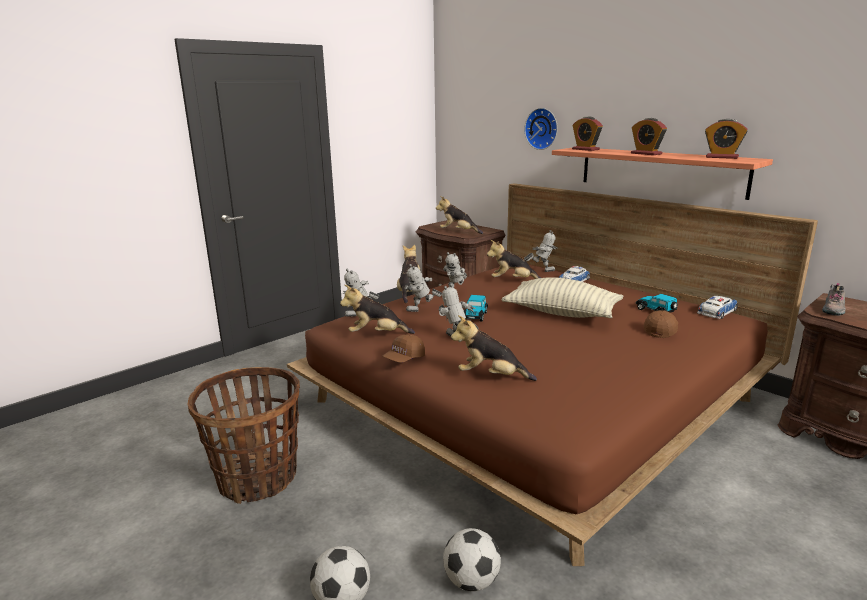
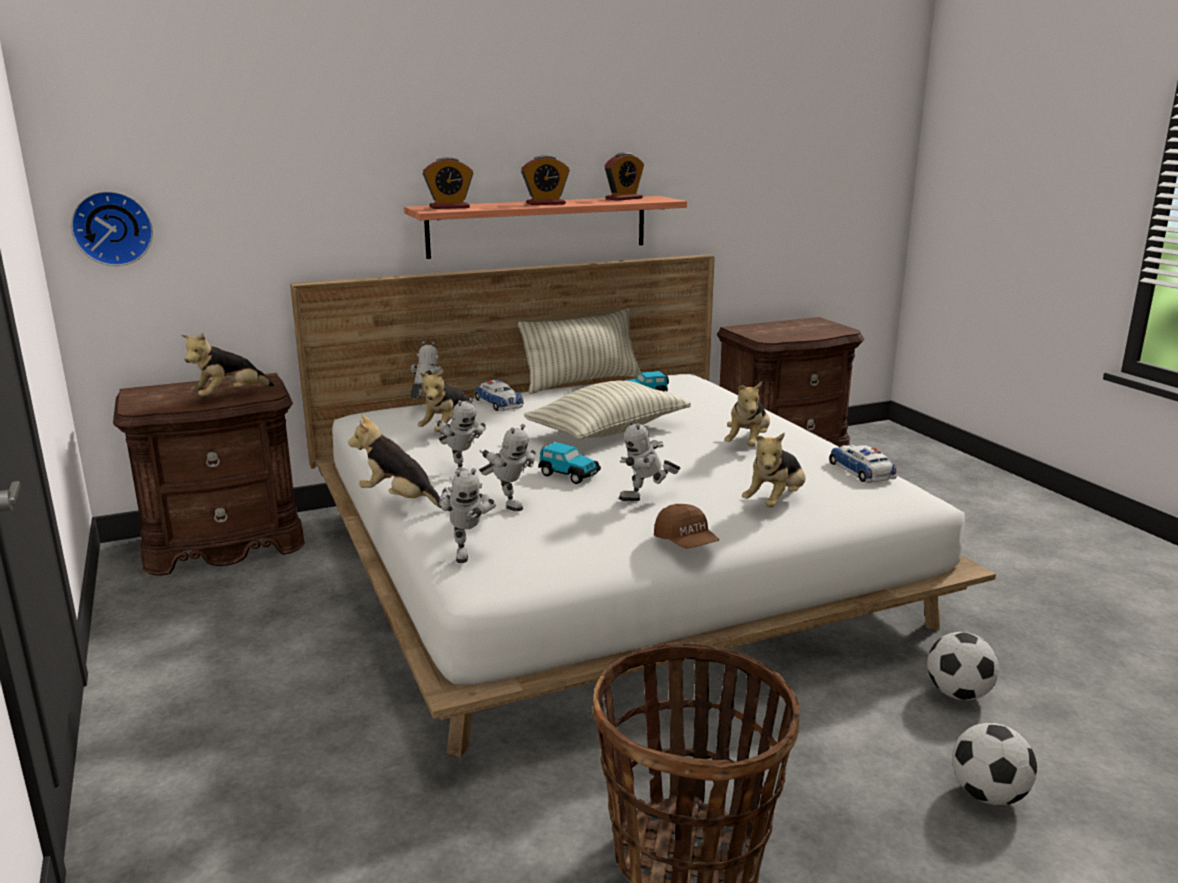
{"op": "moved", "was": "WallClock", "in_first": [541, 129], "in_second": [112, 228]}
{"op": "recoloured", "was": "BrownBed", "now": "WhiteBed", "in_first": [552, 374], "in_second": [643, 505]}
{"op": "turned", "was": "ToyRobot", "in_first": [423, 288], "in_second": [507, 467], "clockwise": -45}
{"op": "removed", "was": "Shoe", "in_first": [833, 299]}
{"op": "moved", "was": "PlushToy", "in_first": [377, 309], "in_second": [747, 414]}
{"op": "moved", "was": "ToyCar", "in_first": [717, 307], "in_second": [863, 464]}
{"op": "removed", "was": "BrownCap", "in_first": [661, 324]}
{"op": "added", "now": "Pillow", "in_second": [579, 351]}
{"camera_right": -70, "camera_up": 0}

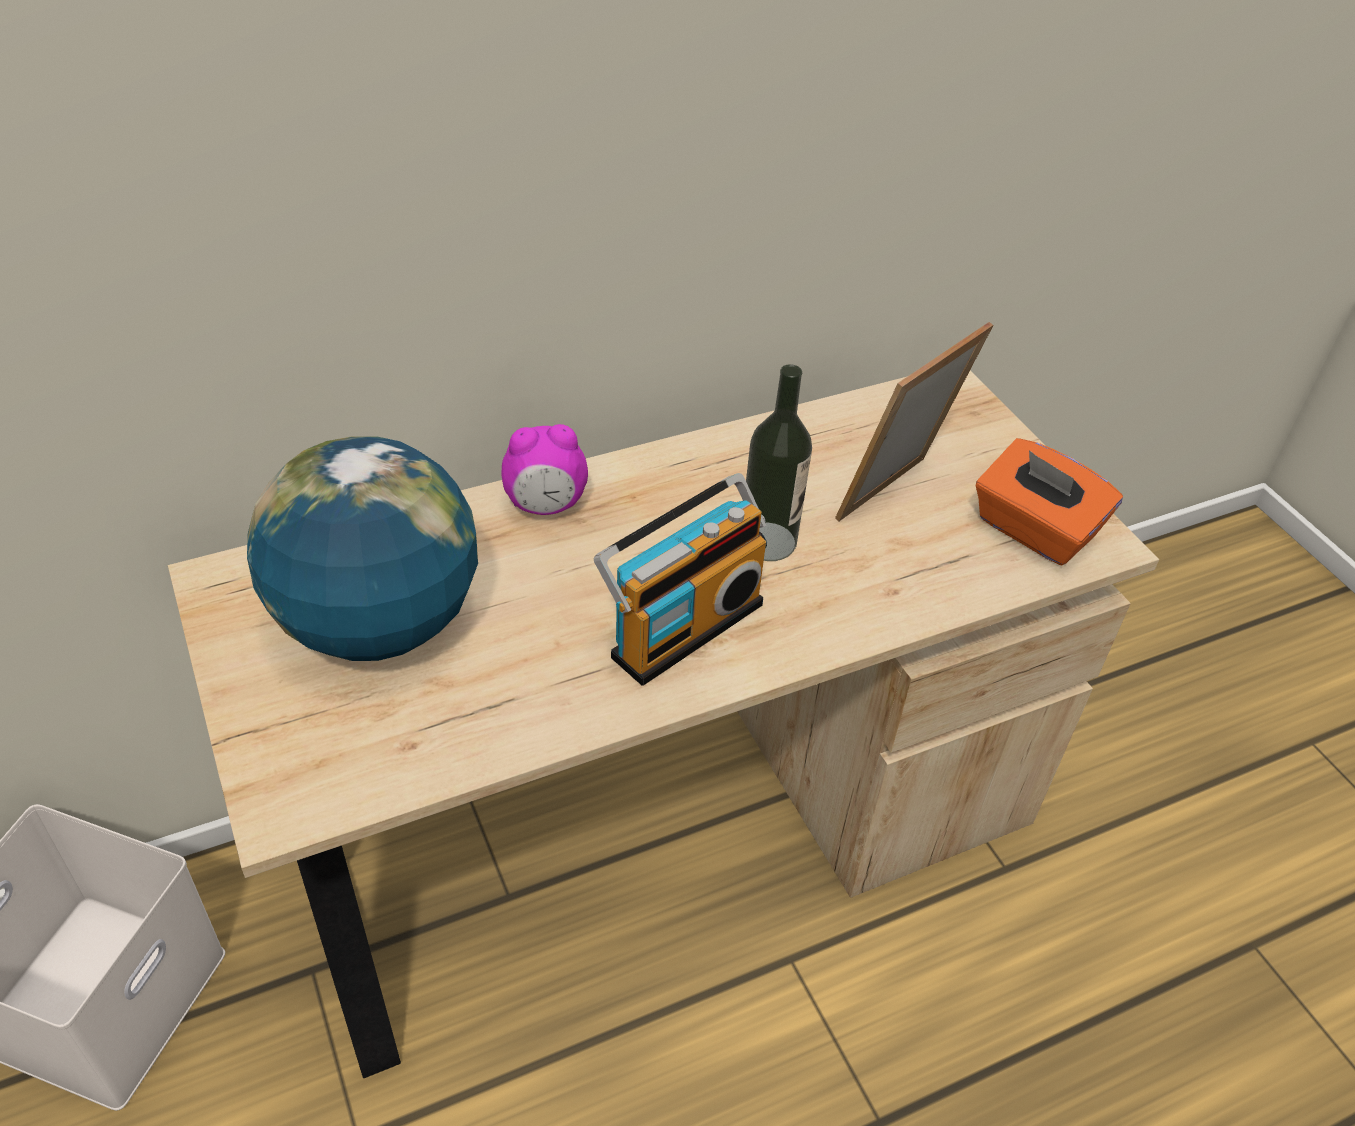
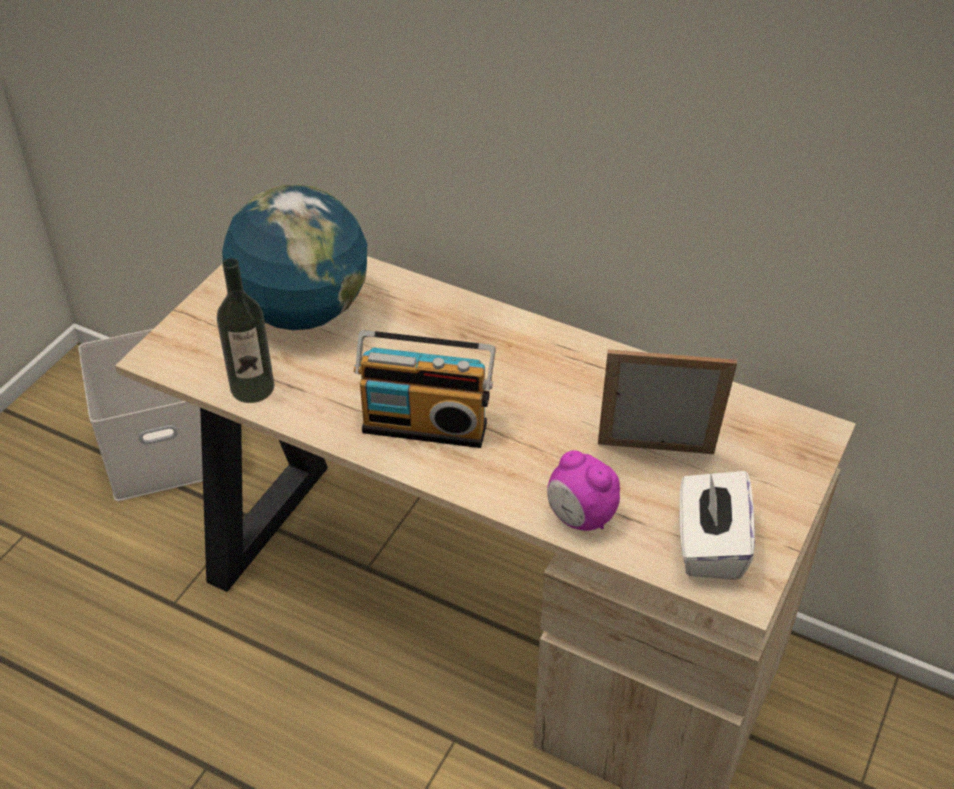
{"op": "moved", "was": "Bottle", "in_first": [779, 462], "in_second": [245, 330]}
{"op": "moved", "was": "AlarmClock", "in_first": [544, 469], "in_second": [583, 490]}
{"op": "recoloured", "was": "OrangeTissueBox", "now": "WhiteTissueBox", "in_first": [1049, 501], "in_second": [717, 525]}
{"camera_right": 55, "camera_up": 0}

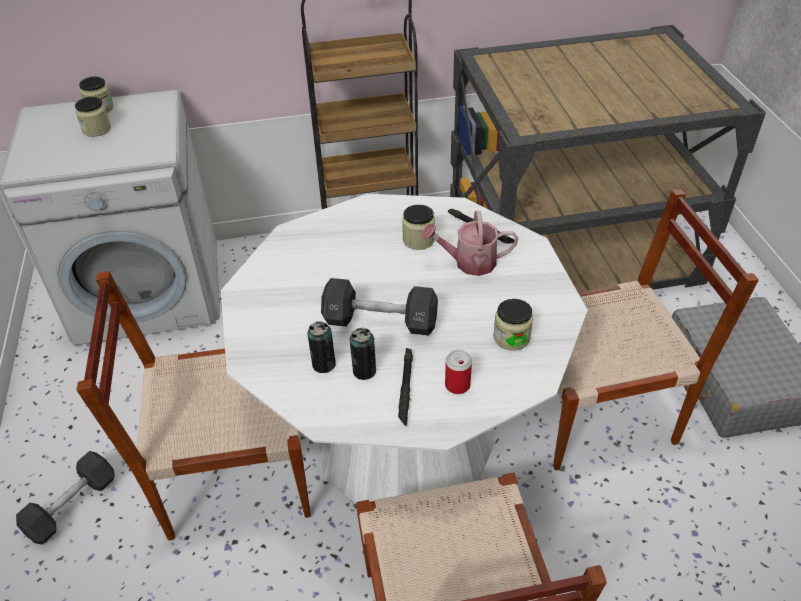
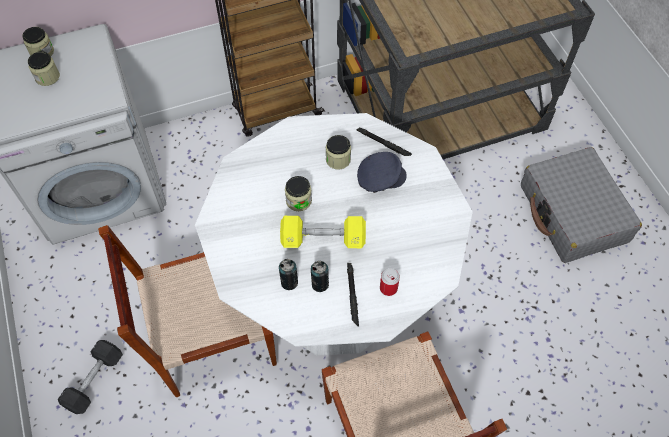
{"op": "removed", "was": "Chair", "in_first": [656, 329]}
{"op": "replaced", "was": "WateringCan", "now": "GreyCap", "in_first": [469, 243], "in_second": [382, 172]}
{"op": "recoloured", "was": "BlackDumbbell", "now": "YellowDumbbell", "in_first": [379, 307], "in_second": [323, 232]}
{"op": "moved", "was": "Jar", "in_first": [513, 324], "in_second": [298, 193]}
{"camera_right": -10, "camera_up": 15}

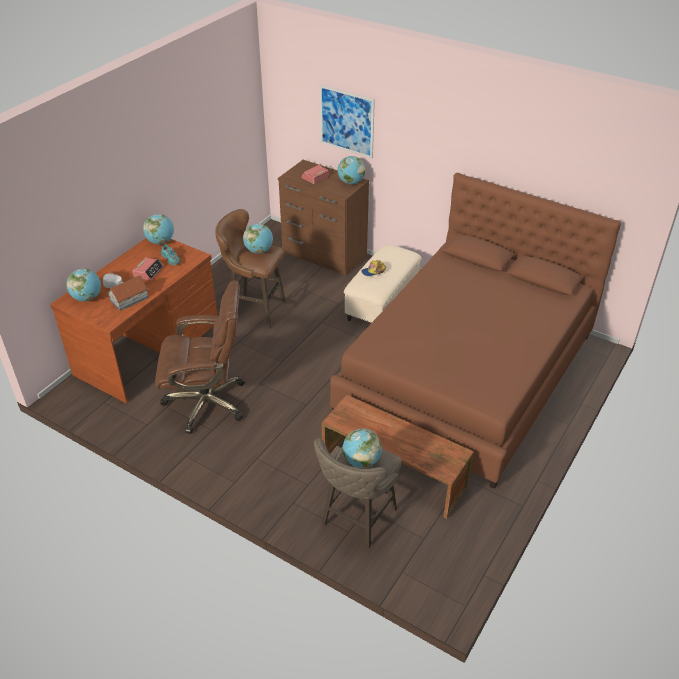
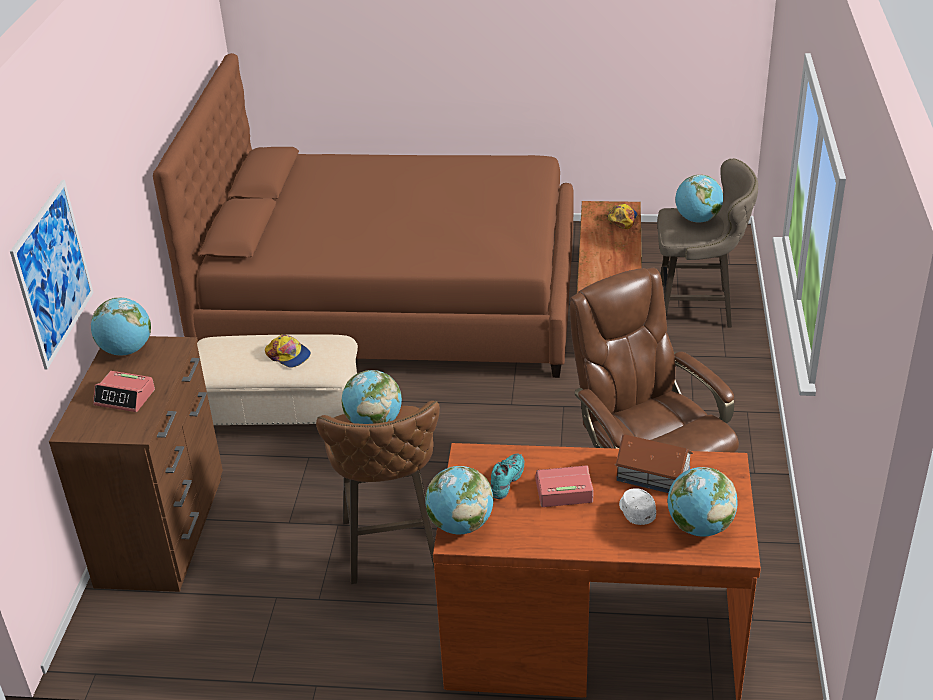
{"op": "added", "now": "Cap", "in_second": [622, 216]}
{"camera_right": -115, "camera_up": -5}

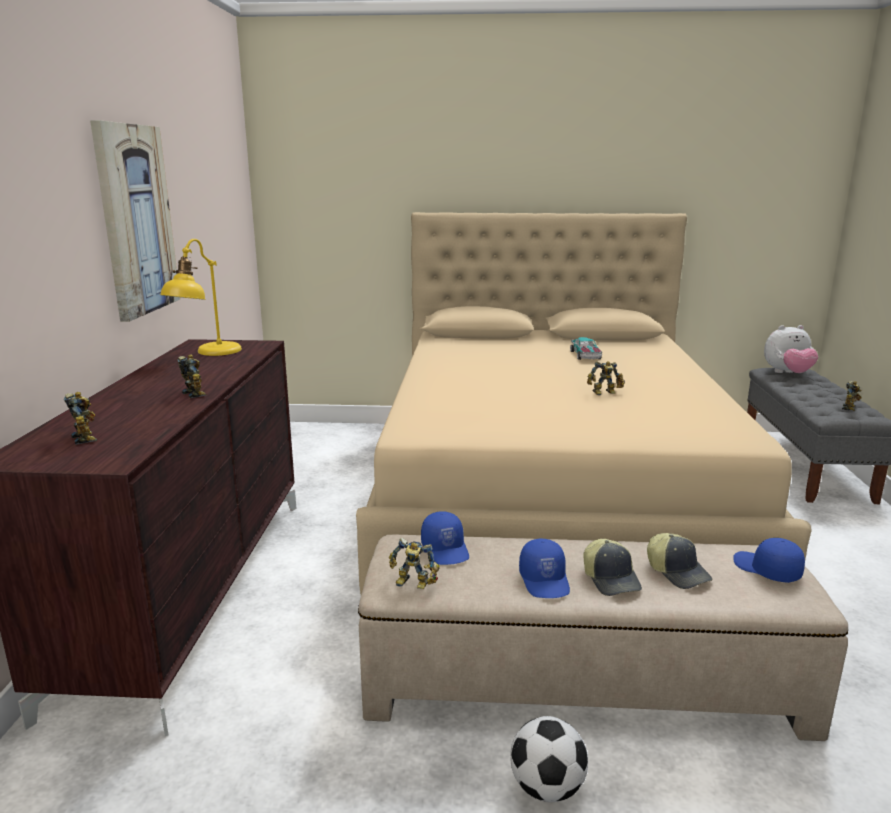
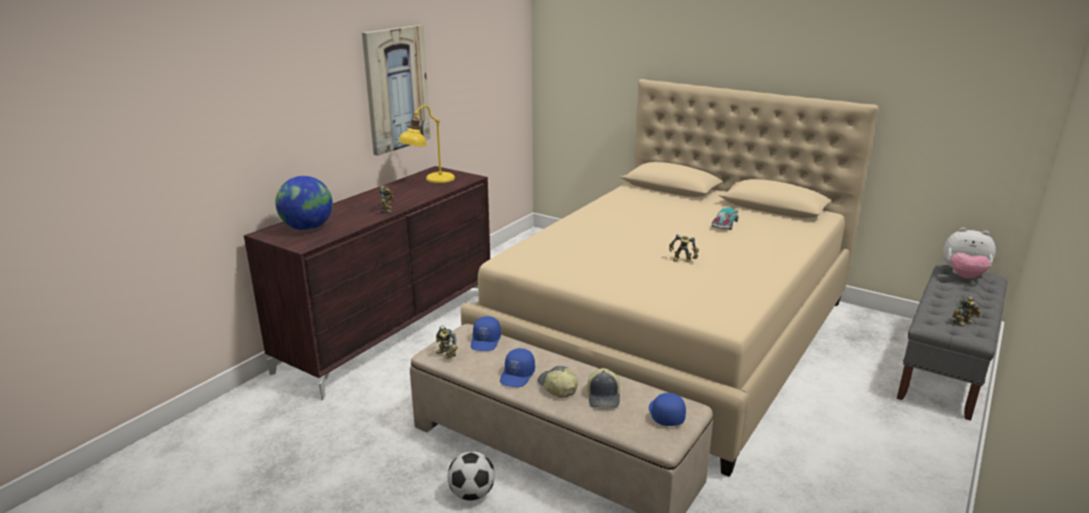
{"op": "replaced", "was": "ToyRobot", "now": "Globe", "in_first": [80, 418], "in_second": [304, 203]}
{"op": "turned", "was": "Cap", "in_first": [612, 567], "in_second": [558, 382], "clockwise": 135}
{"camera_right": 30, "camera_up": 5}

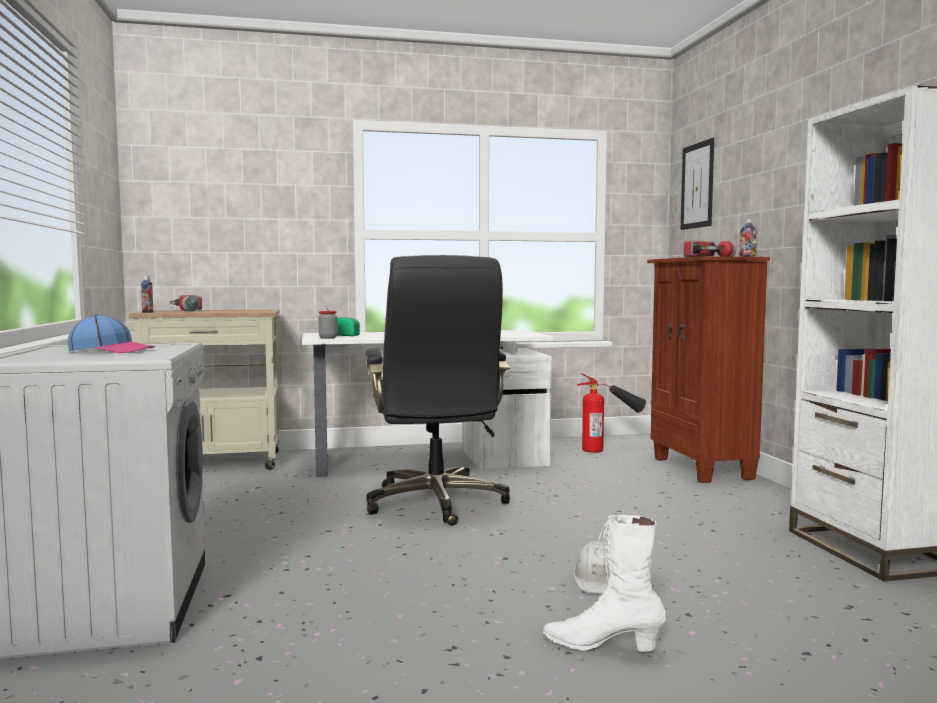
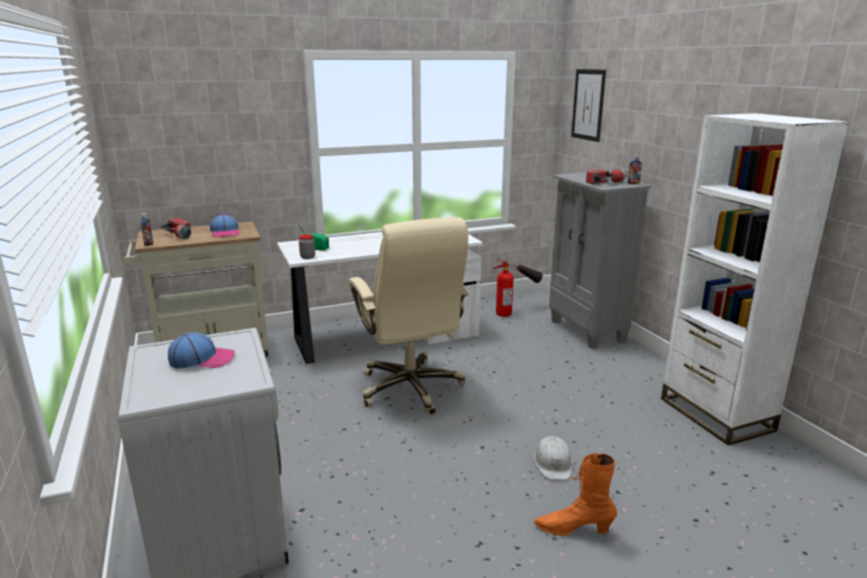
{"op": "recoloured", "was": "BlackOfficeChair", "now": "BeigeOfficeChair", "in_first": [438, 390], "in_second": [409, 315]}
{"op": "recoloured", "was": "BrownCabinet", "now": "GreyCabinet", "in_first": [708, 369], "in_second": [600, 260]}
{"op": "recoloured", "was": "WhiteBoot", "now": "OrangeBoot", "in_first": [604, 583], "in_second": [575, 494]}
{"op": "added", "now": "Cap", "in_second": [224, 225]}
{"camera_right": -10, "camera_up": 15}

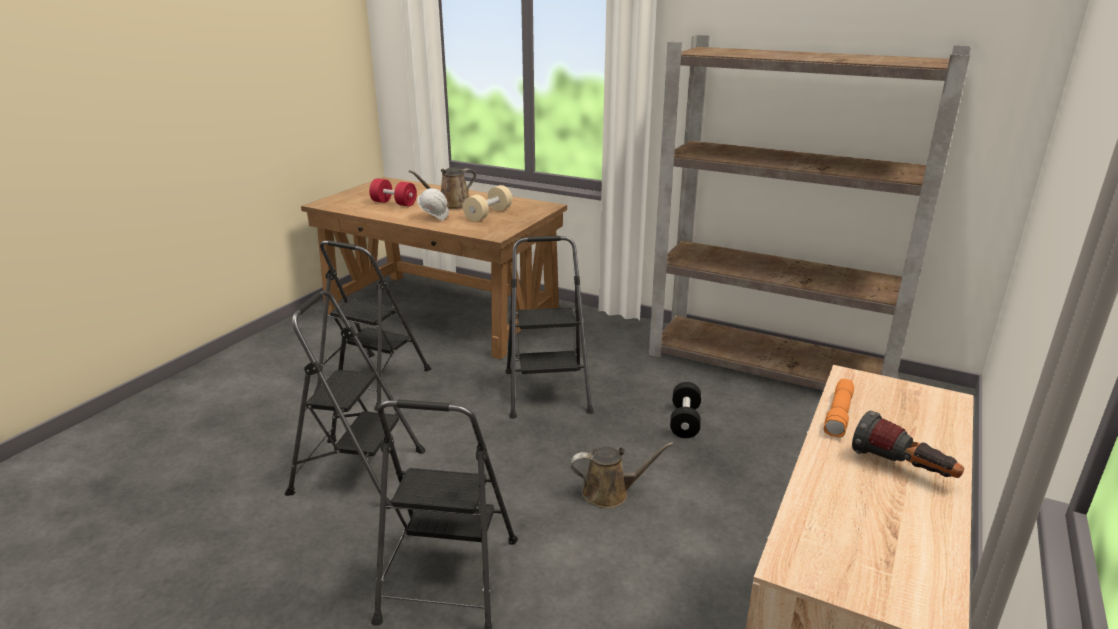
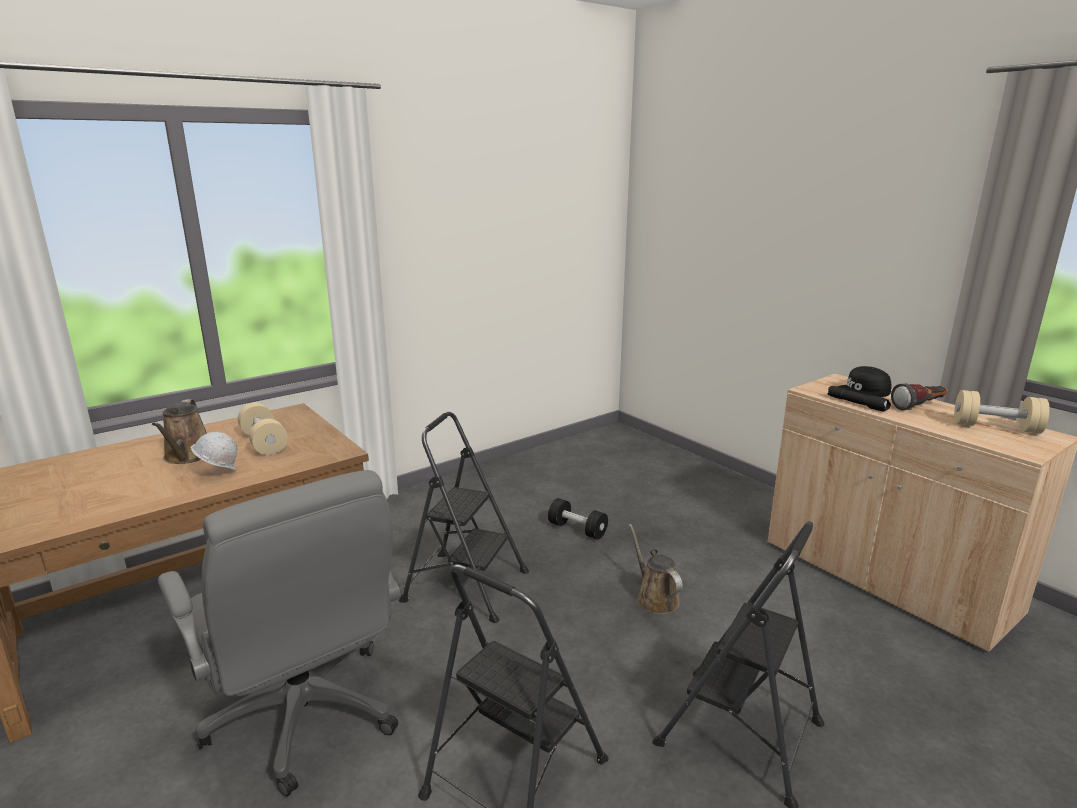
{"op": "removed", "was": "BrownBookcase", "in_first": [810, 212]}
{"op": "removed", "was": "RedDumbbell", "in_first": [393, 192]}
{"op": "replaced", "was": "BlackStepLadder", "now": "GreyOfficeChair", "in_first": [372, 325], "in_second": [279, 633]}
{"op": "recoloured", "was": "OrangeFlashlight", "now": "BlackFlashlight", "in_first": [839, 408], "in_second": [859, 399]}
{"op": "turned", "was": "BrownWateringCan", "in_first": [622, 475], "in_second": [656, 569], "clockwise": -45}
{"op": "added", "now": "BlackCap", "in_second": [864, 381]}
{"op": "added", "now": "BeigeDumbbell", "in_second": [1002, 411]}
{"camera_right": -65, "camera_up": -5}

